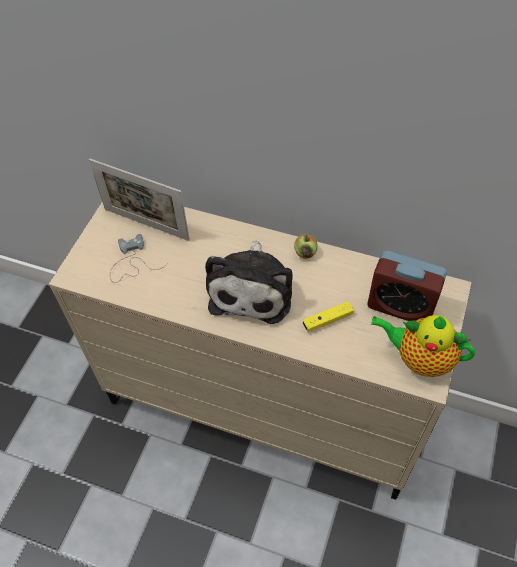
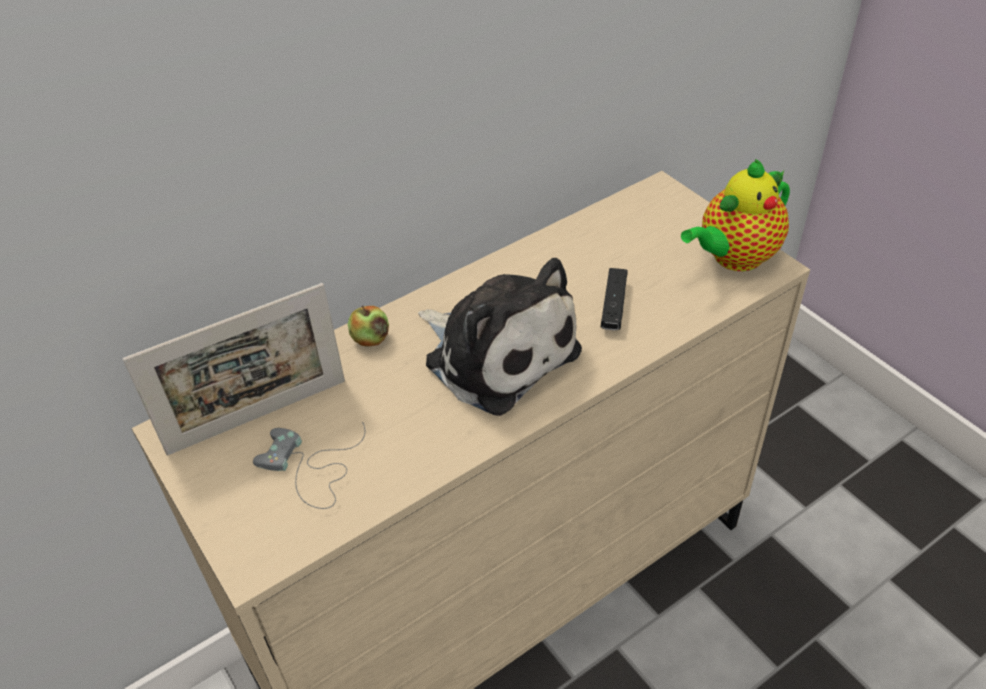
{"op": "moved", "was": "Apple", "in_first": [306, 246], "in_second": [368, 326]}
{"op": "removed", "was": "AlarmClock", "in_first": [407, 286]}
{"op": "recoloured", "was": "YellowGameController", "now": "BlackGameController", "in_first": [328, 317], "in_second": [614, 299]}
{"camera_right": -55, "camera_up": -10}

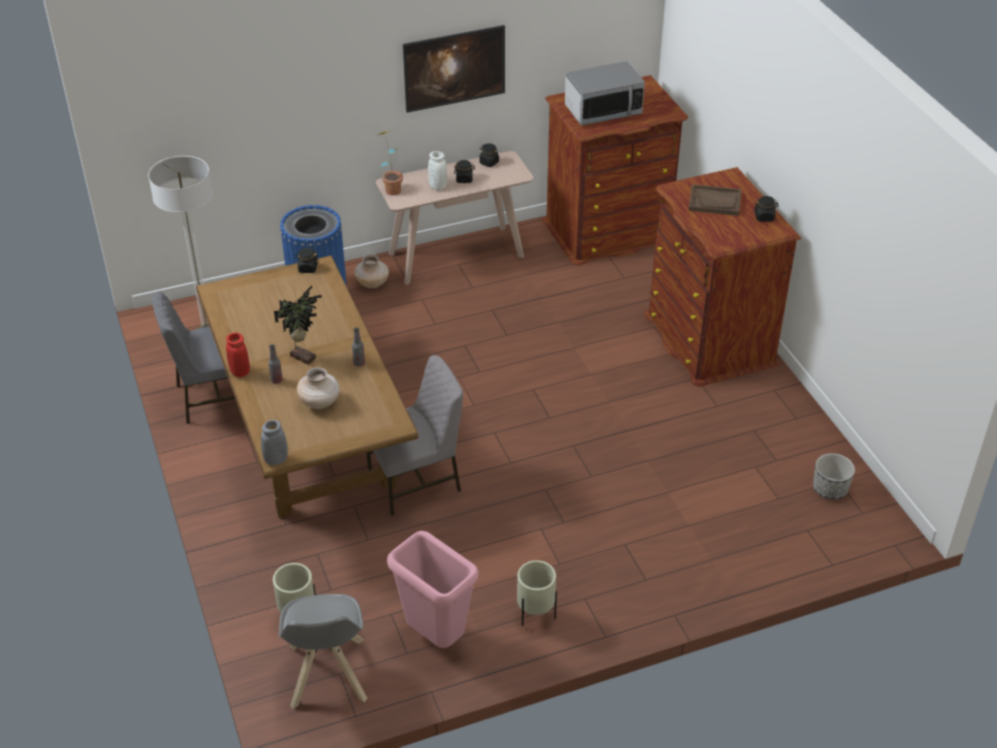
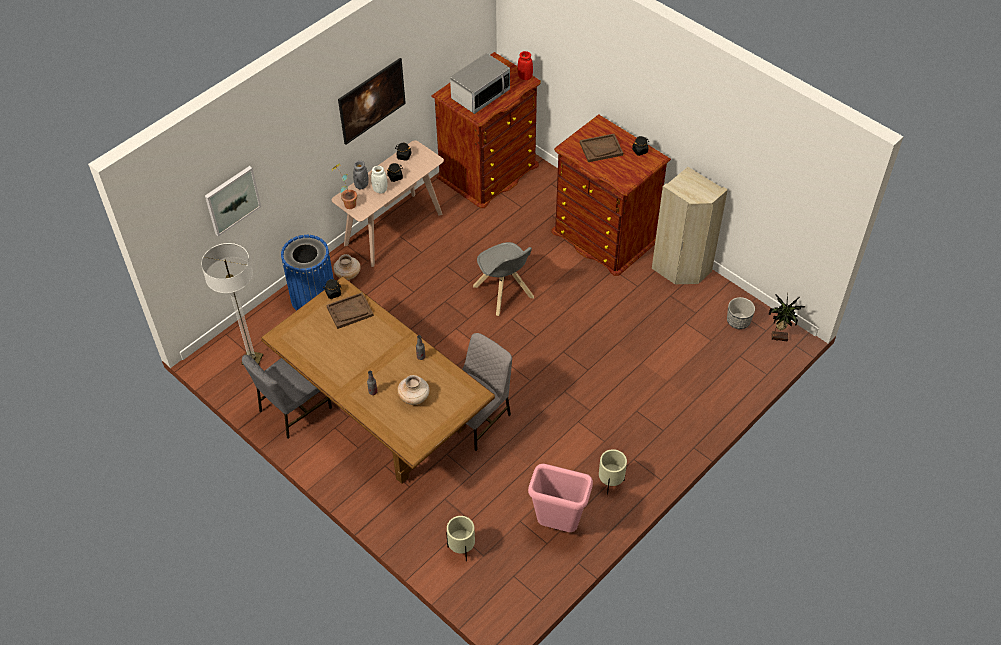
{"op": "moved", "was": "PottedPlant", "in_first": [298, 325], "in_second": [787, 317]}
{"op": "moved", "was": "RedVase", "in_first": [238, 355], "in_second": [525, 65]}
{"op": "moved", "was": "GreyVase", "in_first": [274, 442], "in_second": [361, 175]}
{"op": "moved", "was": "GreyChair", "in_first": [323, 652], "in_second": [503, 279]}
{"op": "added", "now": "Picture", "in_second": [233, 201]}
{"op": "added", "now": "BeigeCabinet", "in_second": [690, 225]}
{"op": "added", "now": "BrownTray", "in_second": [350, 310]}
{"camera_right": -25, "camera_up": 10}

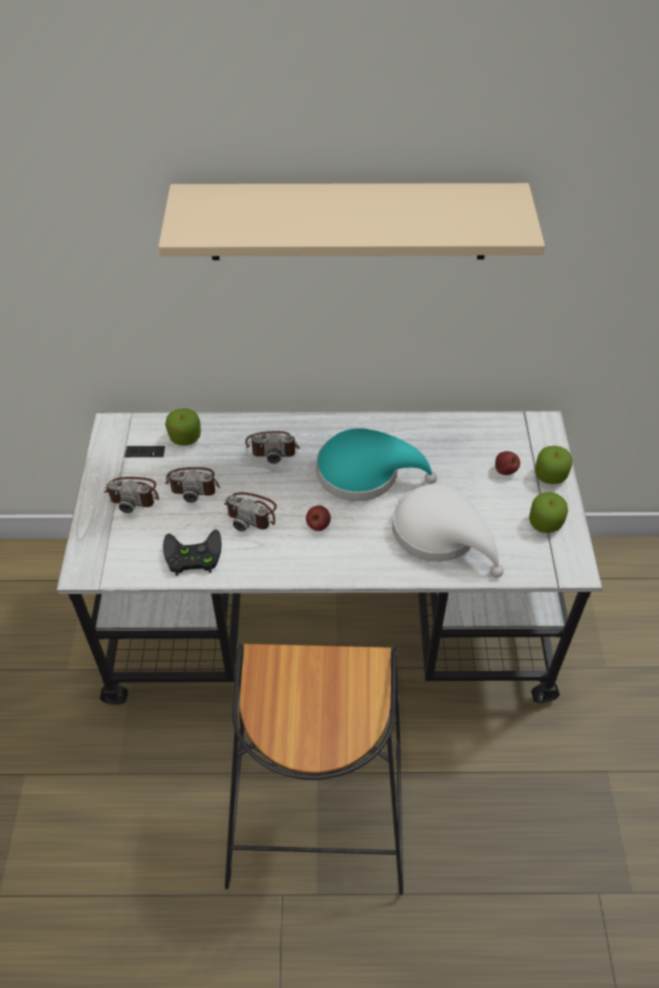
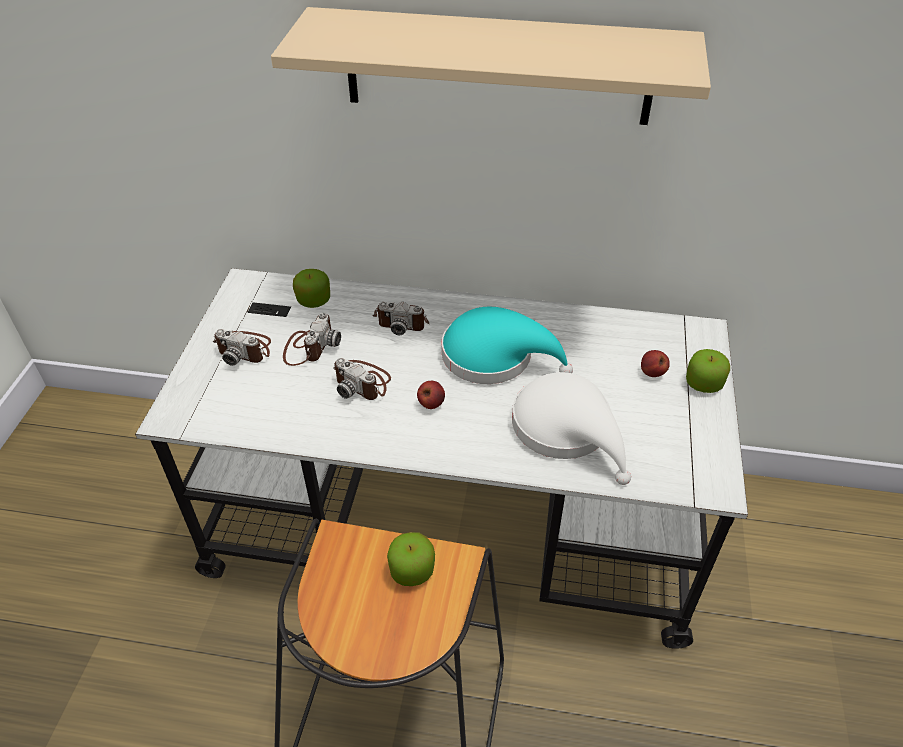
{"op": "turned", "was": "PhotoCamera", "in_first": [192, 485], "in_second": [312, 339], "clockwise": -90}
{"op": "moved", "was": "Apple", "in_first": [548, 512], "in_second": [411, 559]}
{"op": "removed", "was": "BlackGameController", "in_first": [192, 552]}
{"camera_right": 10, "camera_up": -5}

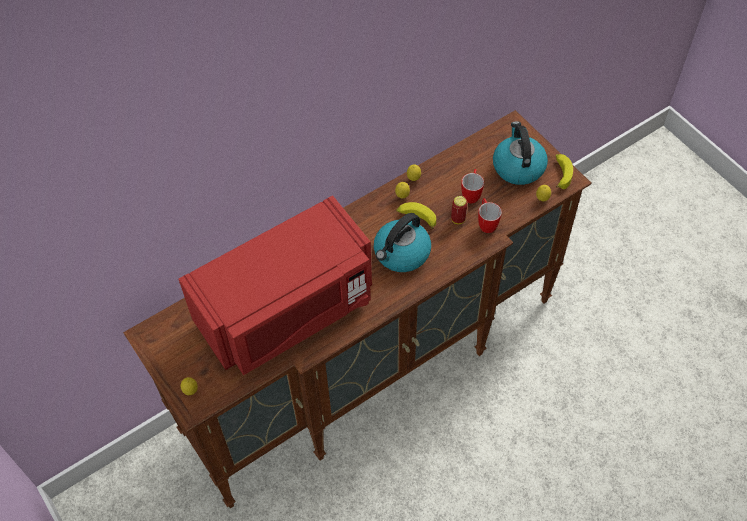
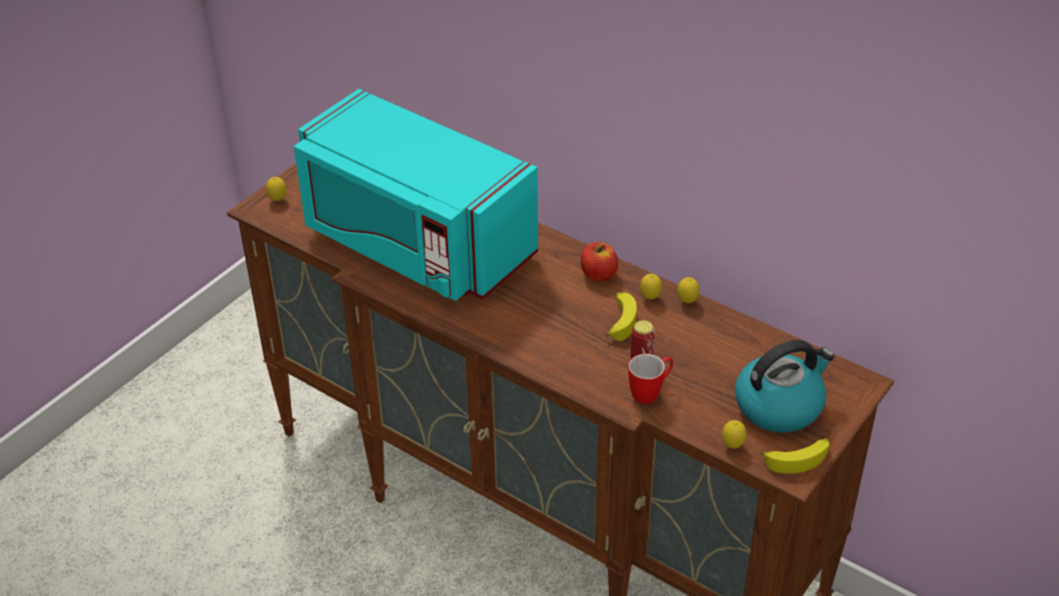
{"op": "removed", "was": "Mug", "in_first": [472, 186]}
{"op": "recoloured", "was": "RedMicrowave", "now": "TurquoiseMicrowave", "in_first": [275, 285], "in_second": [416, 195]}
{"op": "removed", "was": "Kettle", "in_first": [402, 242]}
{"op": "added", "now": "Apple", "in_second": [599, 262]}
{"camera_right": 70, "camera_up": -15}

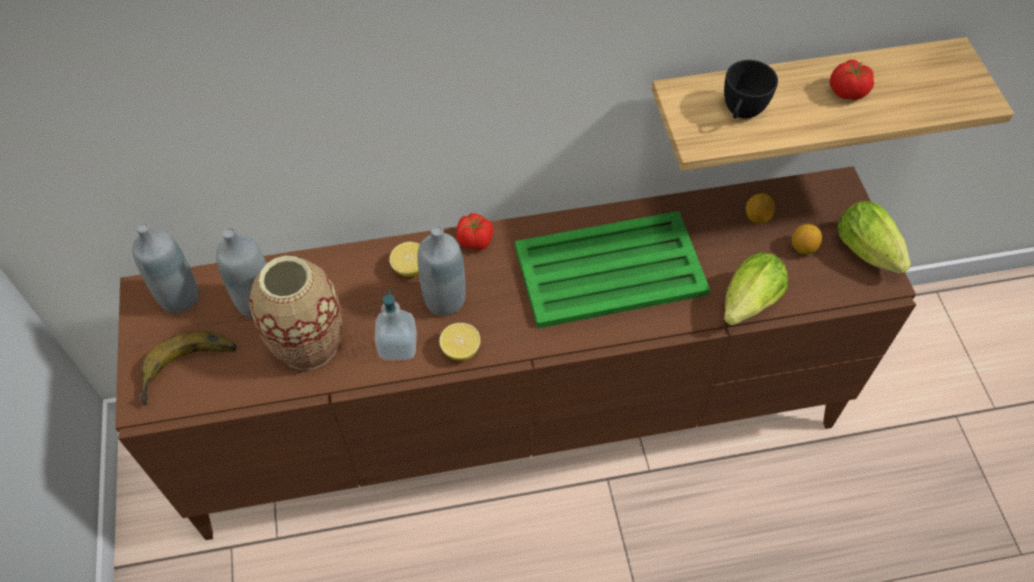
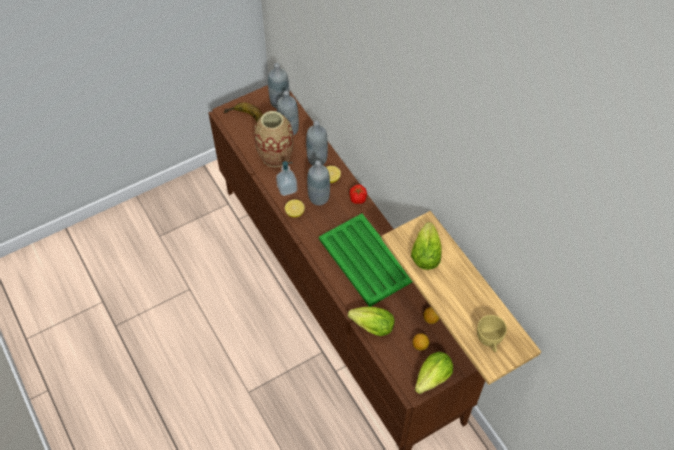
{"op": "replaced", "was": "BlackCup", "now": "Lettuce", "in_first": [751, 89], "in_second": [426, 246]}
{"op": "removed", "was": "Tomato", "in_first": [851, 80]}
{"op": "added", "now": "GreyBottle", "in_second": [317, 143]}
{"op": "added", "now": "YellowCup", "in_second": [492, 333]}
{"camera_right": 70, "camera_up": 0}

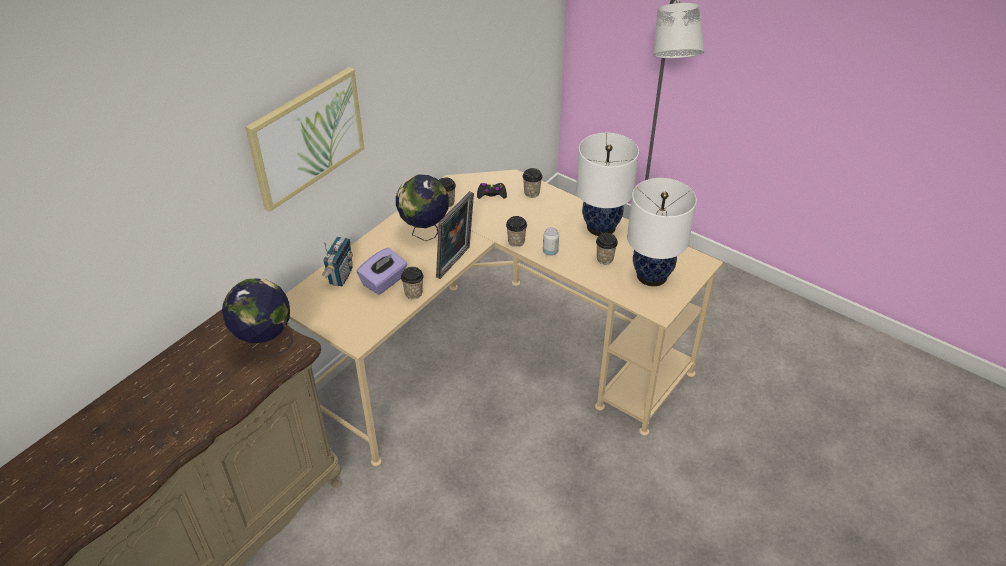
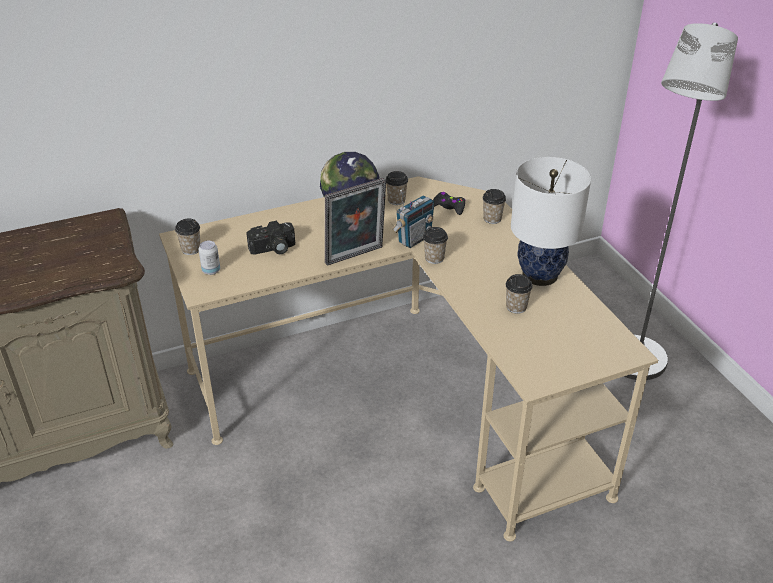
{"op": "removed", "was": "Picture", "in_first": [305, 139]}
{"op": "removed", "was": "WhiteTableLamp", "in_first": [662, 232]}
{"op": "moved", "was": "Can", "in_first": [551, 241], "in_second": [209, 258]}
{"op": "moved", "was": "Radio", "in_first": [337, 261], "in_second": [413, 219]}
{"op": "replaced", "was": "PurpleTissueBox", "now": "PhotoCamera", "in_first": [382, 271], "in_second": [270, 237]}
{"op": "moved", "was": "Cup", "in_first": [412, 283], "in_second": [187, 237]}
{"op": "removed", "was": "Globe", "in_first": [257, 317]}
{"camera_right": 30, "camera_up": -5}

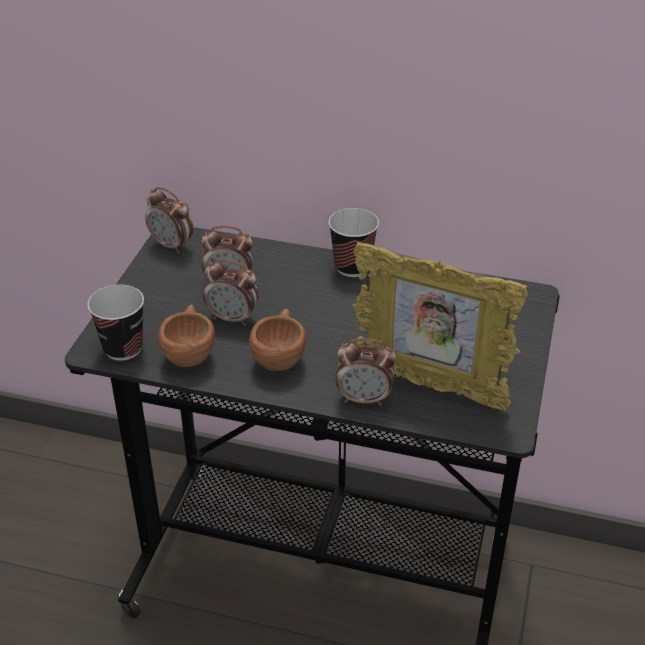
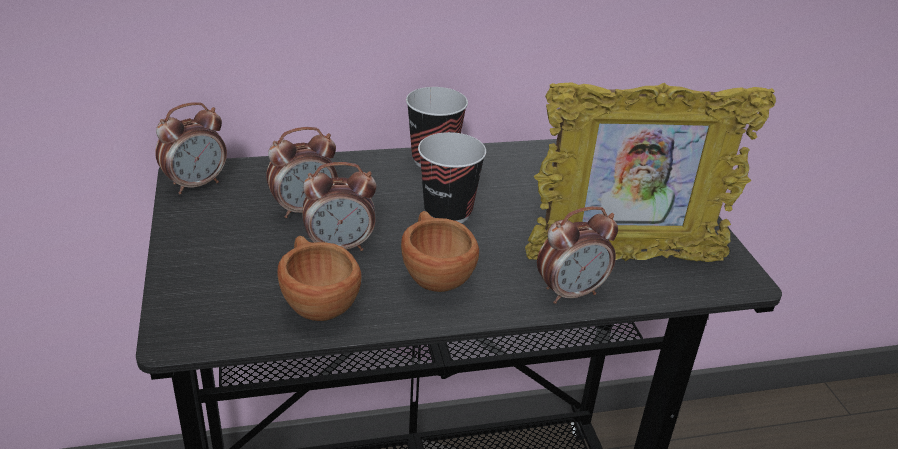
{"op": "turned", "was": "AlarmClock", "in_first": [169, 220], "in_second": [191, 148], "clockwise": -45}
{"op": "moved", "was": "Cup", "in_first": [115, 323], "in_second": [452, 177]}
{"camera_right": -30, "camera_up": -5}

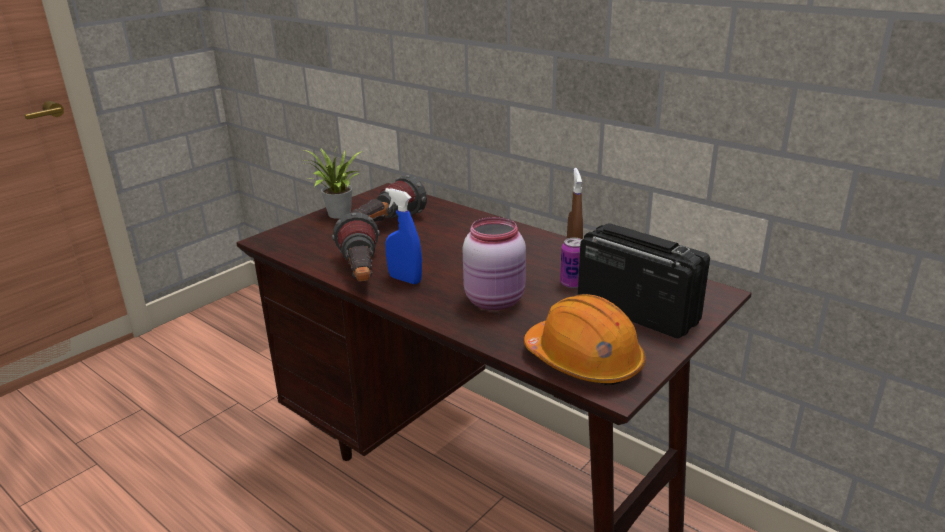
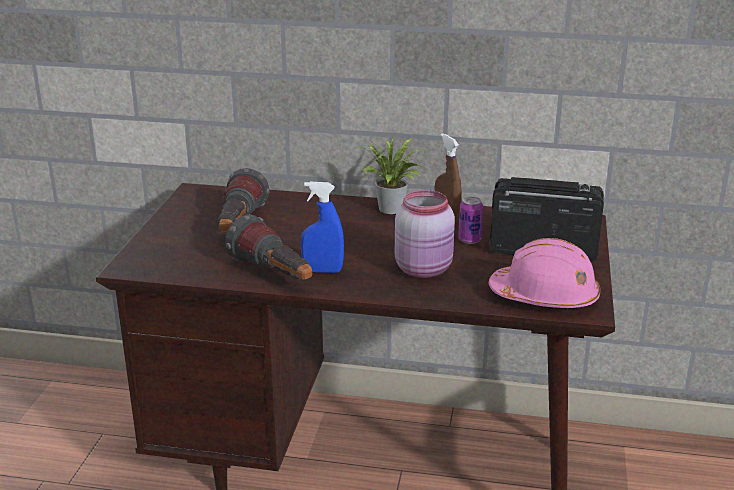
{"op": "moved", "was": "PottedPlant", "in_first": [333, 183], "in_second": [391, 175]}
{"op": "recoloured", "was": "OrangeHardHat", "now": "PinkHardHat", "in_first": [585, 339], "in_second": [545, 273]}
{"camera_right": -30, "camera_up": 0}

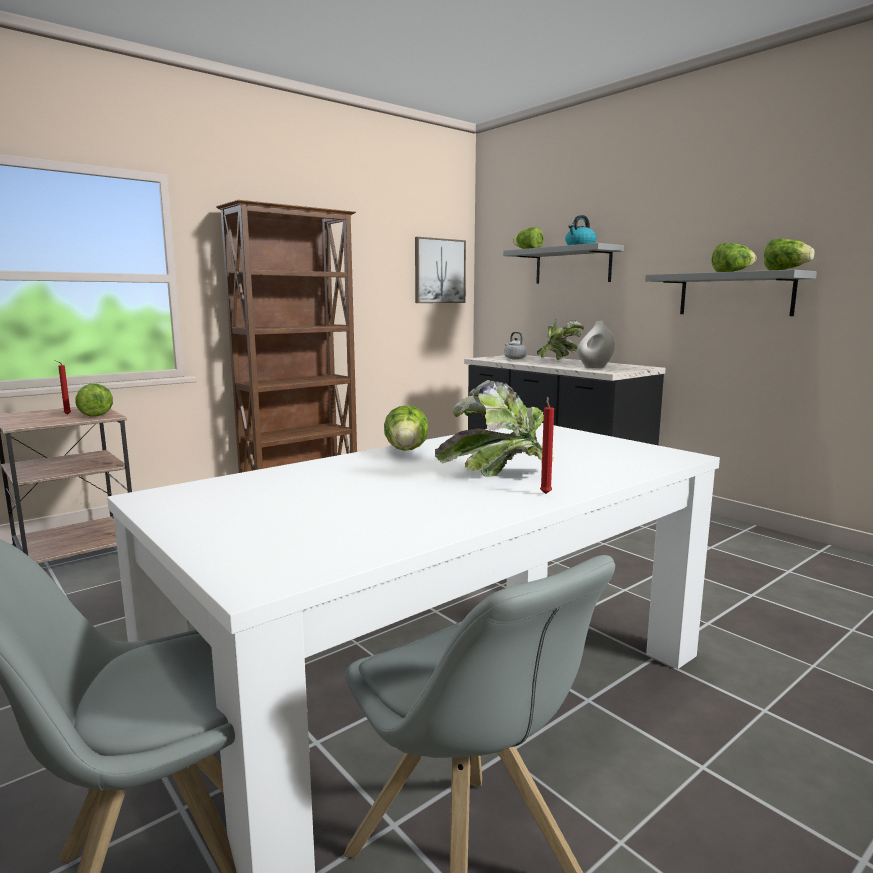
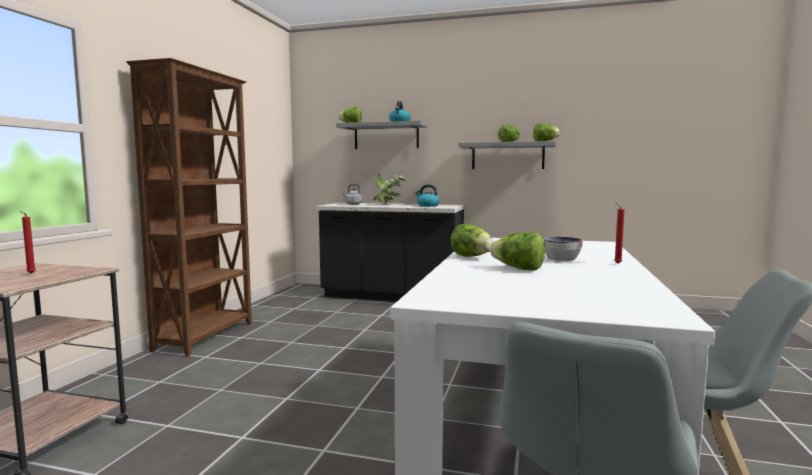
{"op": "removed", "was": "Picture", "in_first": [440, 270]}
{"op": "replaced", "was": "WhiteVase", "now": "Kettle", "in_first": [596, 344], "in_second": [427, 196]}
{"op": "replaced", "was": "PottedPlant", "now": "Bowl", "in_first": [494, 428], "in_second": [563, 249]}
{"op": "moved", "was": "Lettuce", "in_first": [94, 400], "in_second": [517, 251]}
{"camera_right": -35, "camera_up": -5}

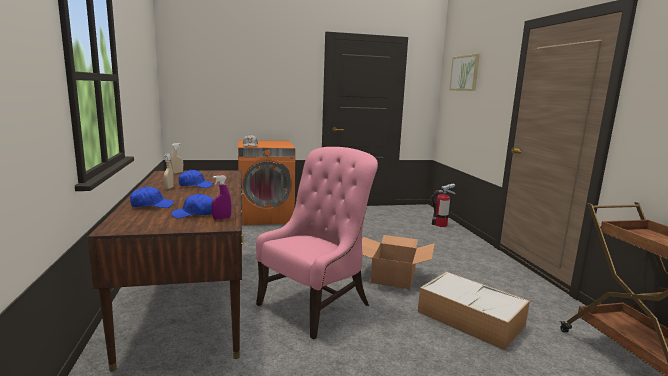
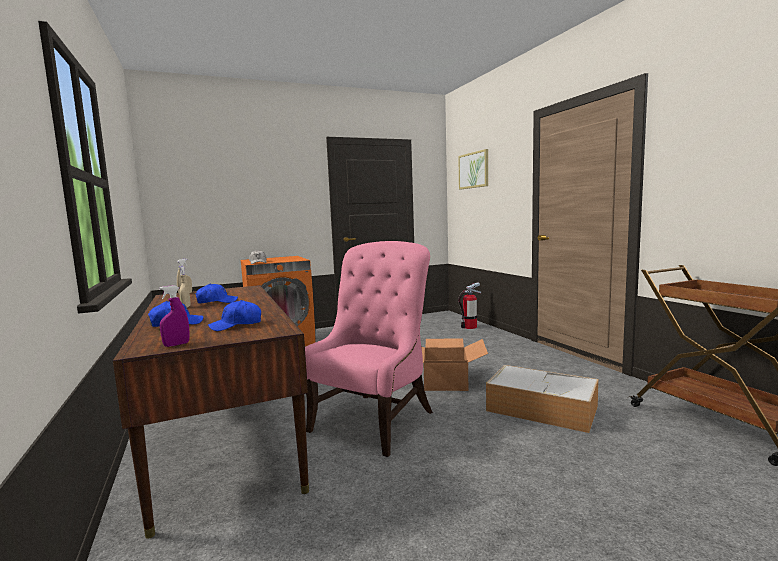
{"op": "moved", "was": "PurpleSprayBottle", "in_first": [221, 197], "in_second": [174, 316]}
{"camera_right": -10, "camera_up": -5}

